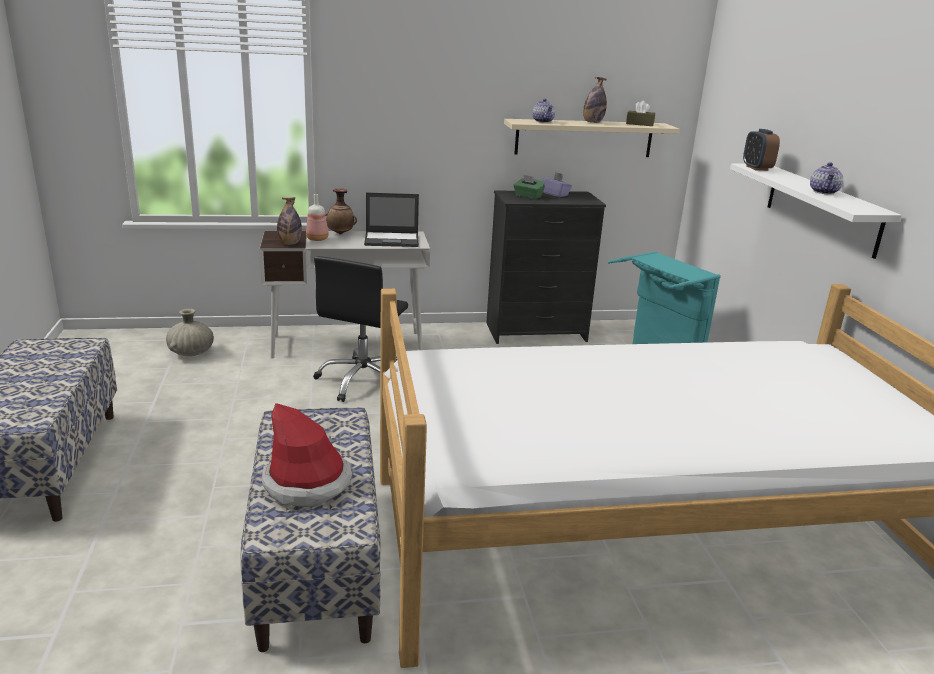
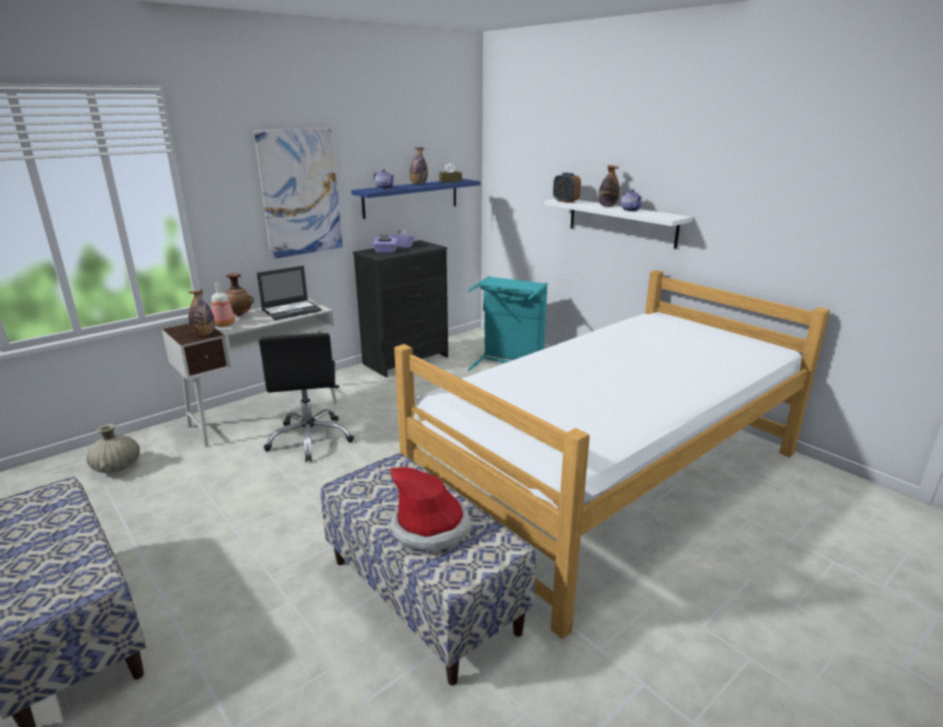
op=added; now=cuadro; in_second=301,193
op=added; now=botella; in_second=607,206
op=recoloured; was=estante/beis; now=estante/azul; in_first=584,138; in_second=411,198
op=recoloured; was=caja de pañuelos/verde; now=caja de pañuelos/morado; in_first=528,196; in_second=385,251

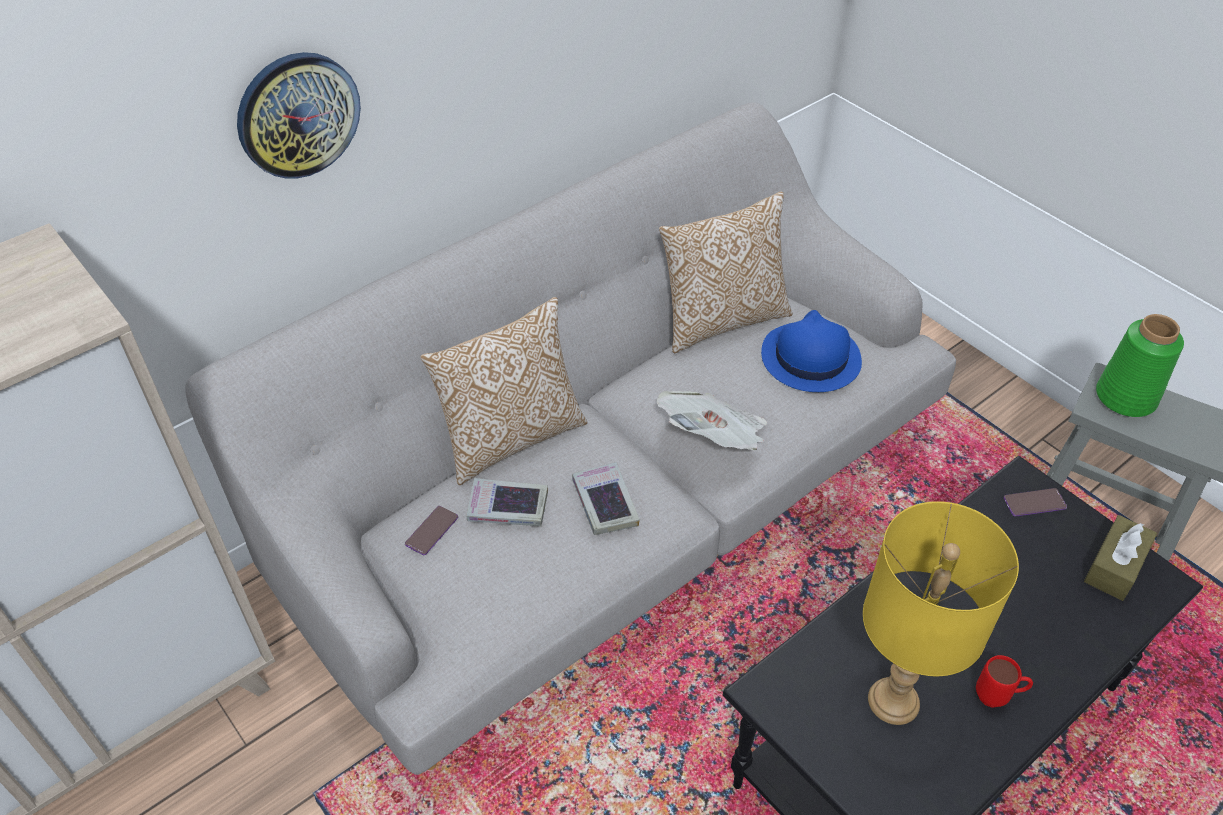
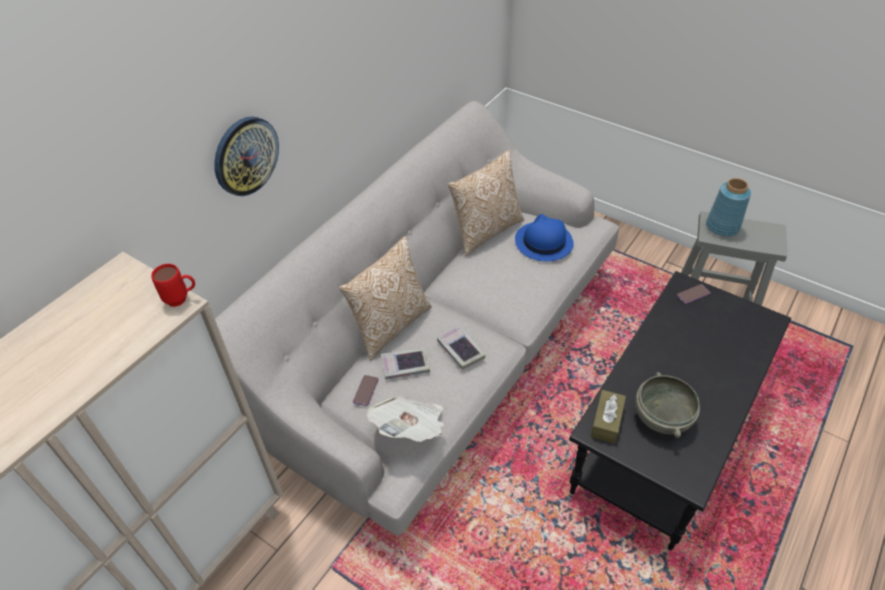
op=moved; was=periódico; in_first=714,439; in_second=410,428
op=moved; was=taza grande/rojo; in_first=998,697; in_second=182,299
op=moved; was=caja de pañuelos/marrón; in_first=1115,566; in_second=606,421
op=replaced; was=lámpara de mesa/amarillo; now=cuenco/gris; in_first=893,700; in_second=660,418
op=recoloured; was=florero/verde; now=florero/azul; in_first=1127,398; in_second=723,227

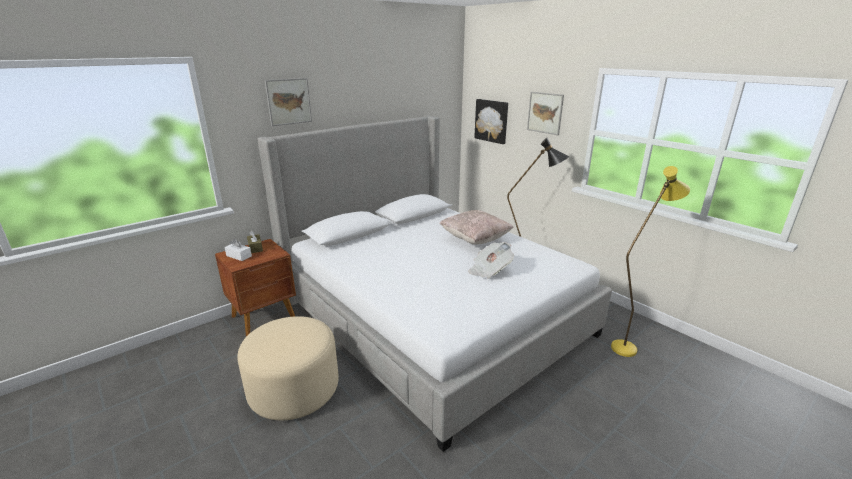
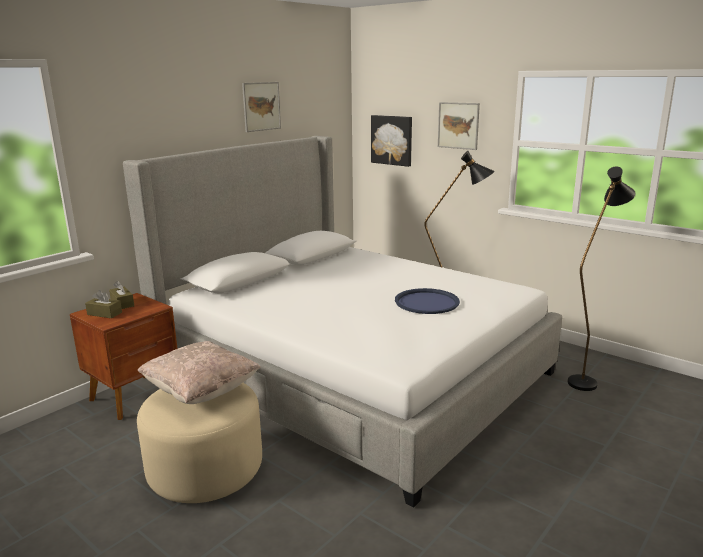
op=moved; was=cuadro; in_first=289,101; in_second=261,106
op=moved; was=cojín/beis; in_first=475,240; in_second=201,392
op=replaced; was=periódico; now=bandeja/azul; in_first=489,270; in_second=427,302
op=recoloured; was=caja de pañuelos/blanco; now=caja de pañuelos/marrón; in_first=239,256; in_second=104,313
op=recoloured; was=lámpara de pie/amarillo; now=lámpara de pie/negro; in_first=628,345; in_second=586,379

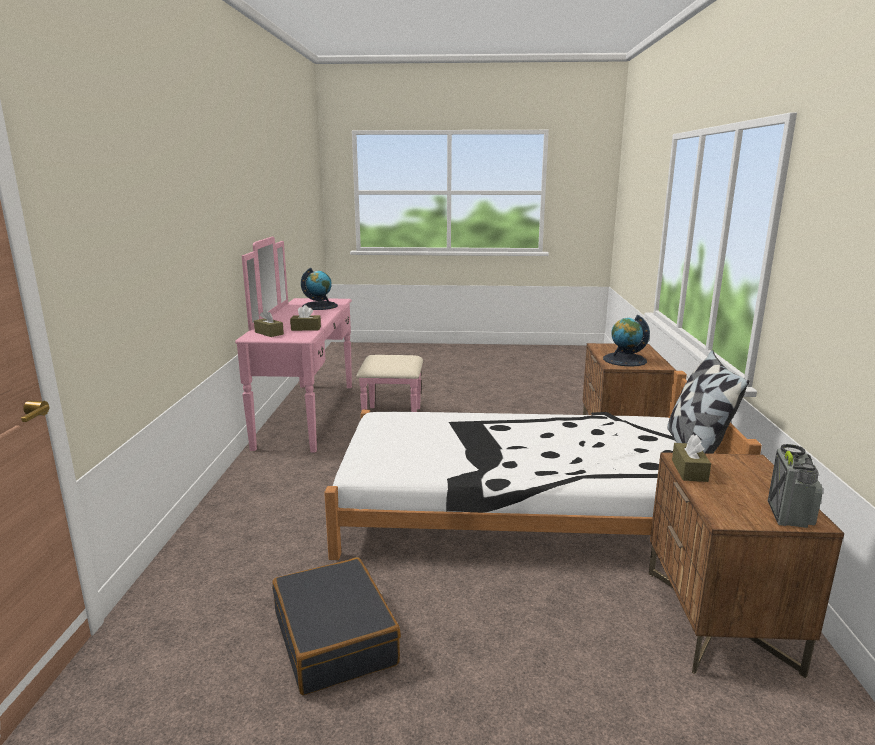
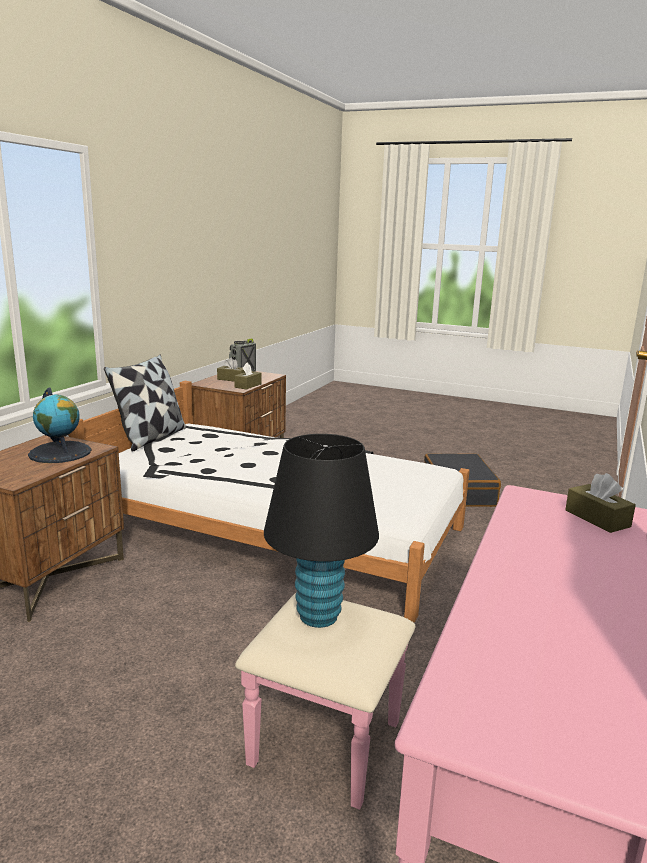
op=removed; was=globo terráqueo; in_first=320,306
op=added; now=lámpara de mesa/negro; in_second=318,616
op=moved; was=caja de pañuelos/marrón; in_first=306,328; in_second=232,379

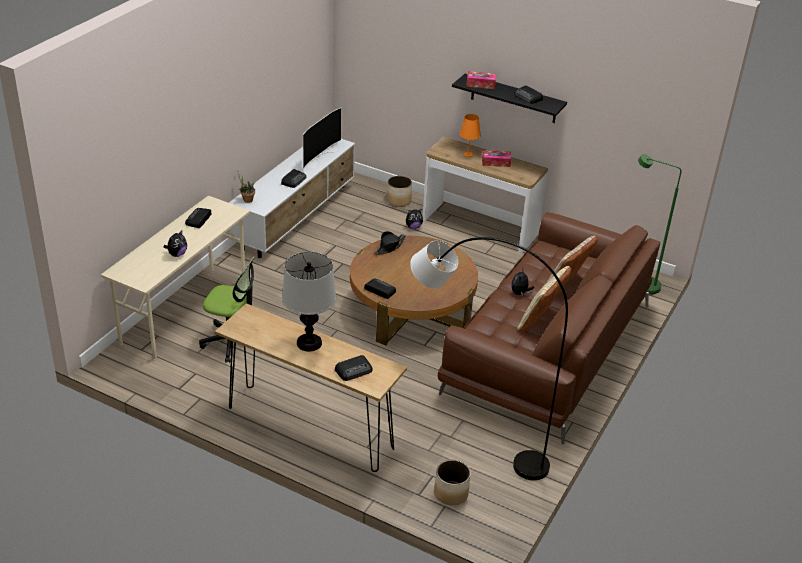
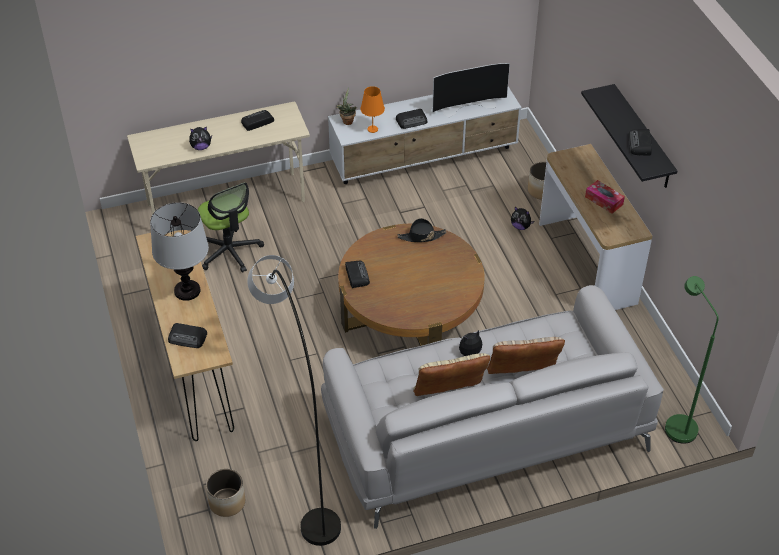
op=removed; was=caja de pañuelos; in_first=480,84
op=moved; was=lámpara de mesa/naranja; in_first=468,154; in_second=372,129
op=recoloured; was=sofá/marrón; now=sofá/gris; in_first=547,349; in_second=484,429

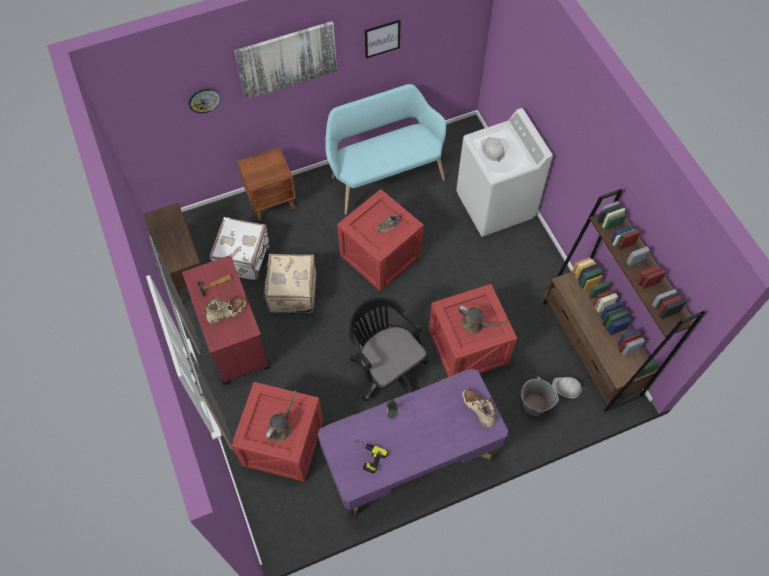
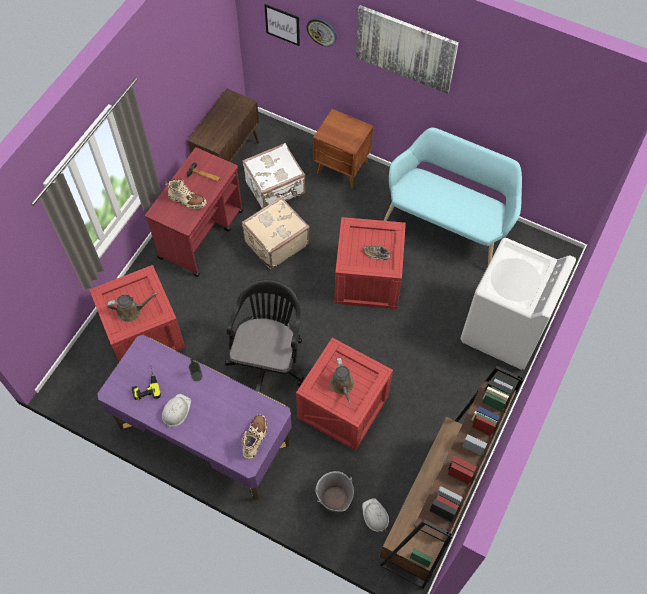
op=moved; was=cuadro; in_first=382,38; in_second=282,24
op=moved; was=casco/blanco; in_first=492,150; in_second=176,411

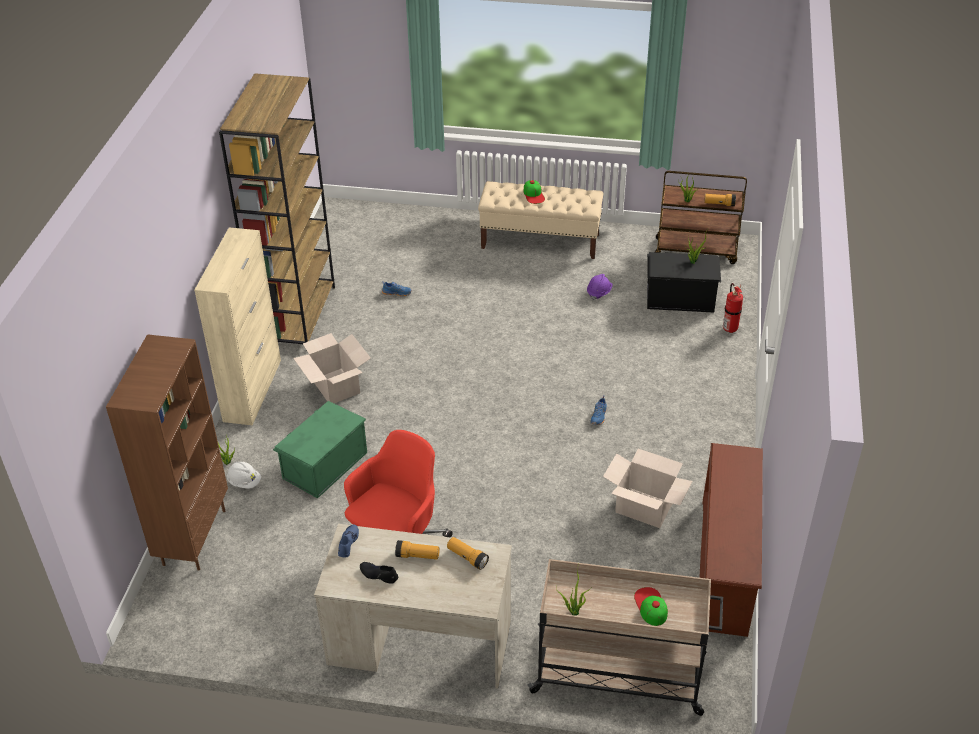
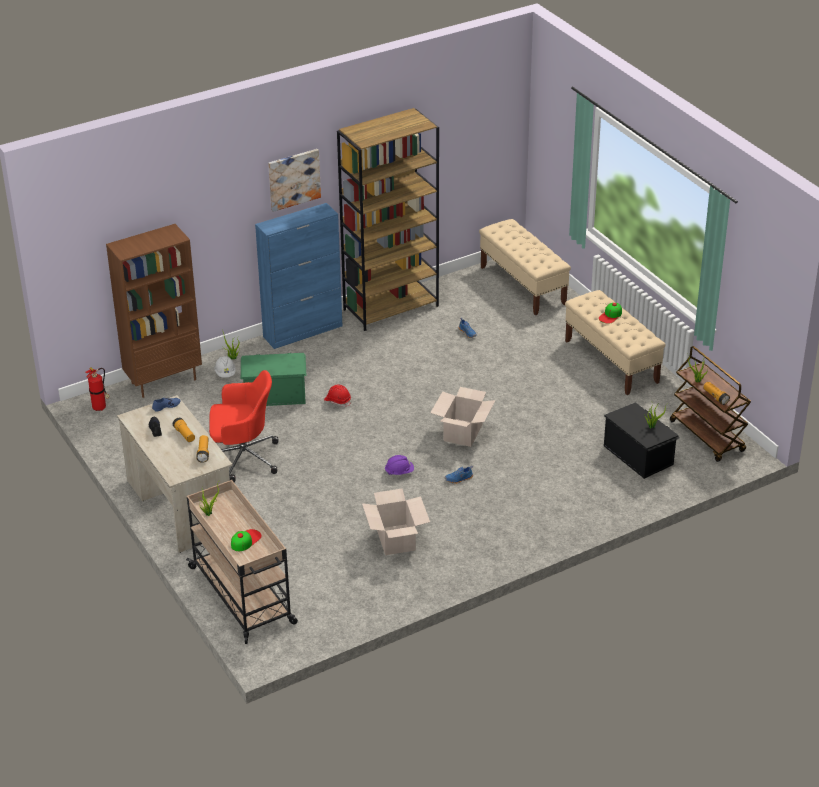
op=removed; was=zapatero/marrón; in_first=725,567
op=added; now=cuadro; in_second=293,179
op=added; now=casco/rojo; in_second=337,401
op=added; now=banco/beis; in_second=523,286
op=moved; was=caja de cartón; in_first=336,386; in_second=463,433
op=moved; was=casco/morado; in_first=599,292; in_second=399,472
op=moved; was=extintor; in_first=729,328; in_second=100,407
op=recoloured; was=armario/beis; now=armario/azul; in_first=253,390; in_second=303,331

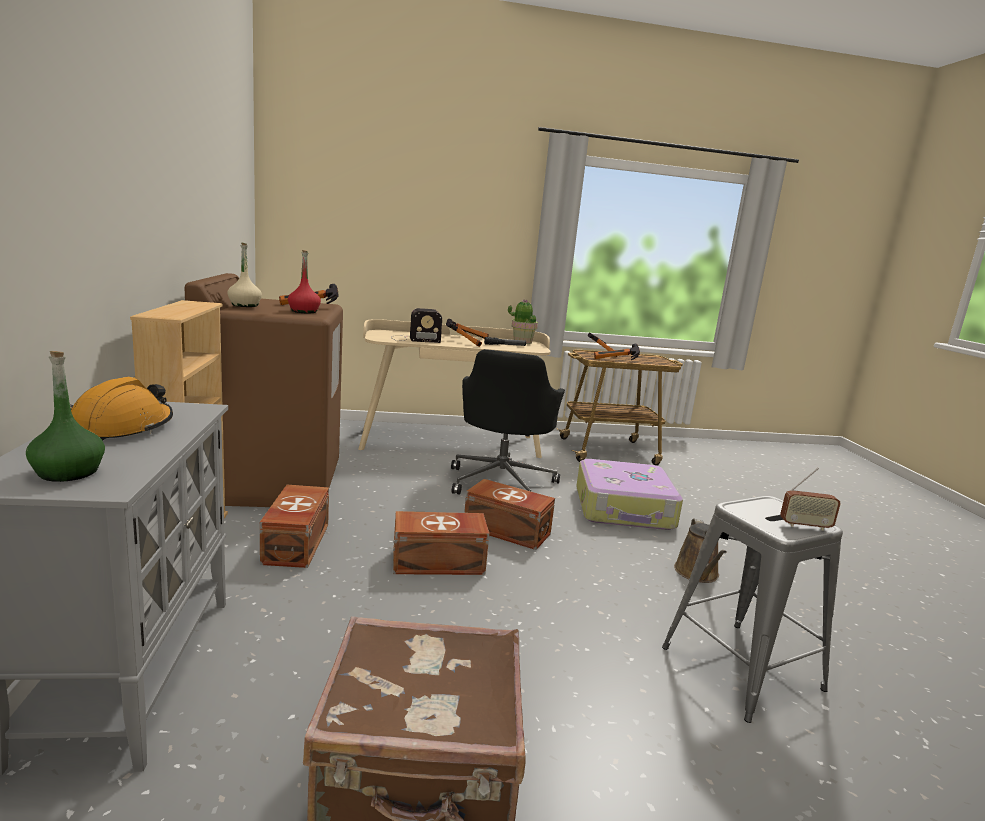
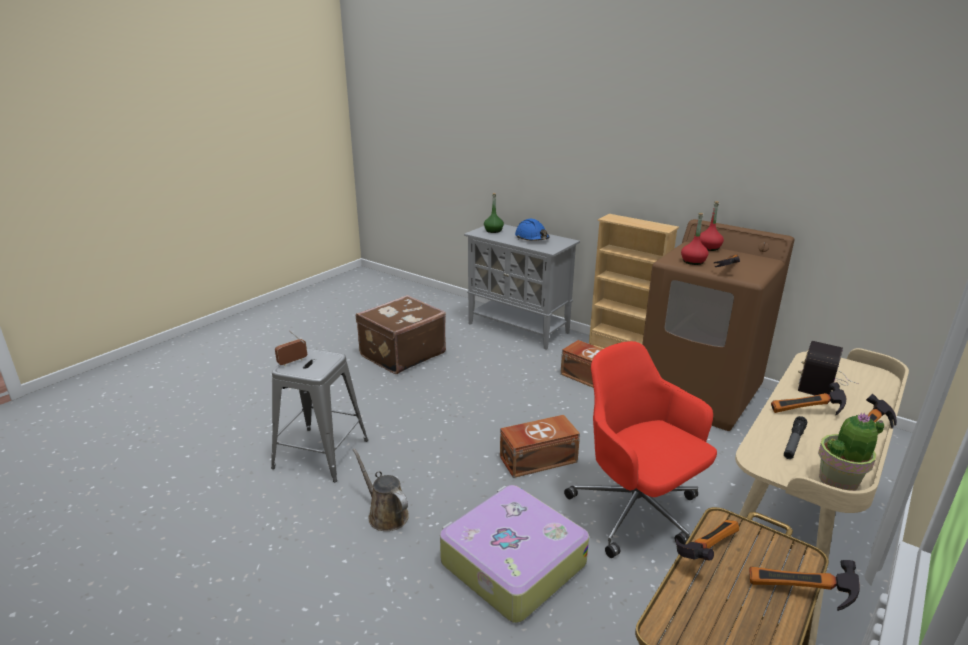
op=removed; was=caja de almacenaje/marrón; in_first=439,563
op=recoloured; was=casco/naranja; now=casco/azul; in_first=122,428; in_second=532,238
op=recoloured; was=botella/beis; now=botella/rojo; in_first=245,305; in_second=709,248
op=recoloured; was=silla de oficina/negro; now=silla de oficina/rojo; in_first=502,482; in_second=636,512

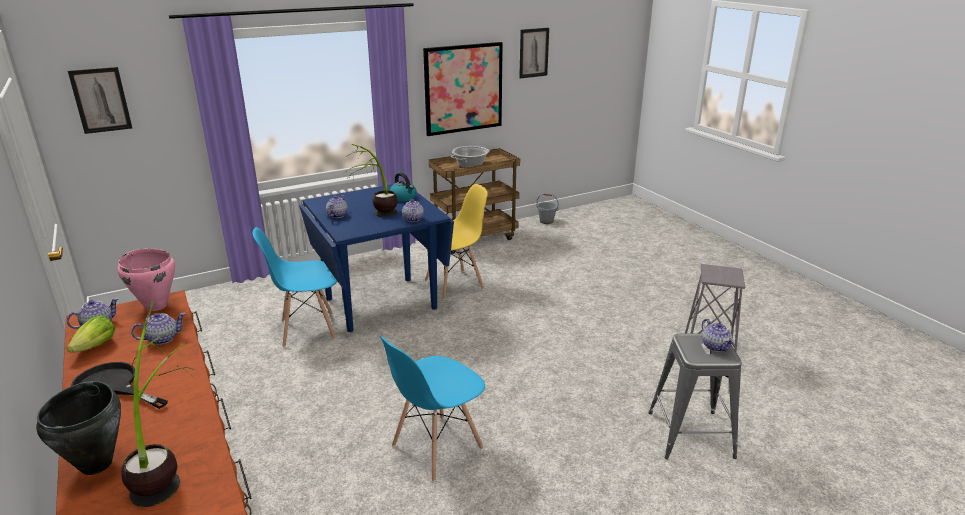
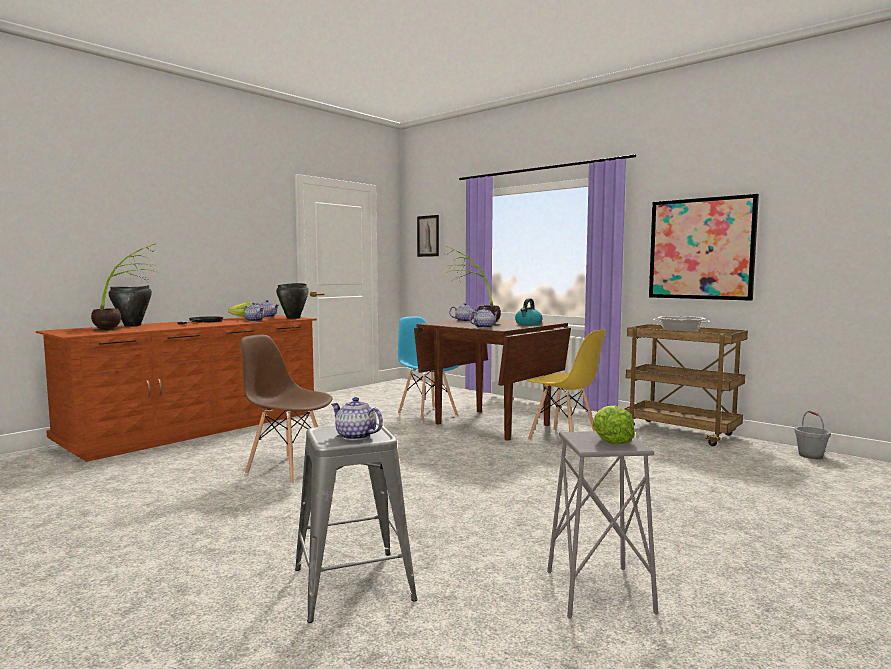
op=removed; was=cuadro; in_first=533,53
op=added; now=lechuga; in_second=611,440
op=recoloured; was=olla/rosa; now=olla/negro; in_first=156,305; in_second=293,318
op=recoloured; was=mesa de comedor/azul; now=mesa de comedor/marrón; in_first=381,304; in_second=491,424
op=recoloured; was=silla/azul; now=silla/marrón; in_first=436,447; in_second=289,469
op=turned; was=tetera; in_first=715,346; in_second=355,436; clockwise=75

